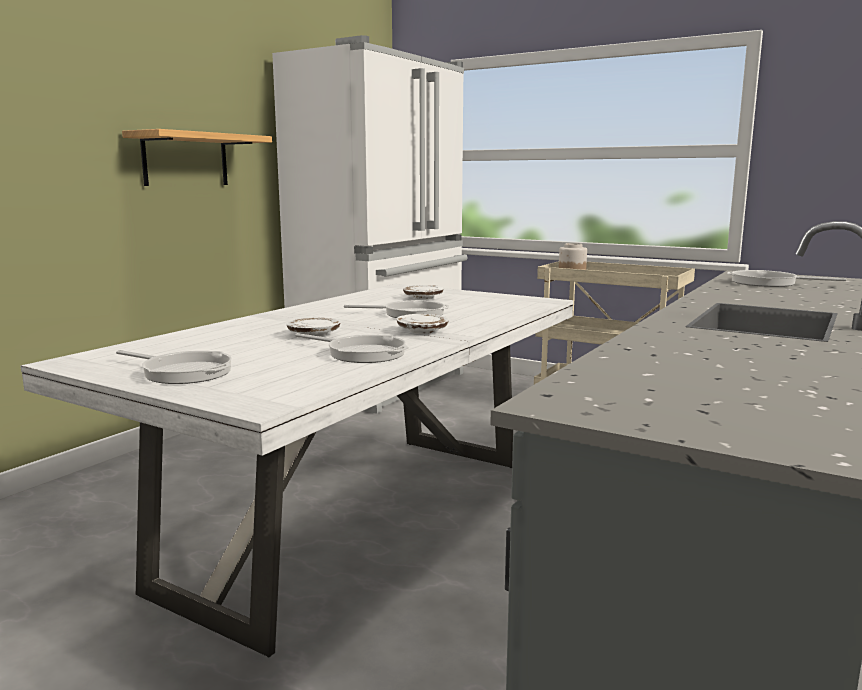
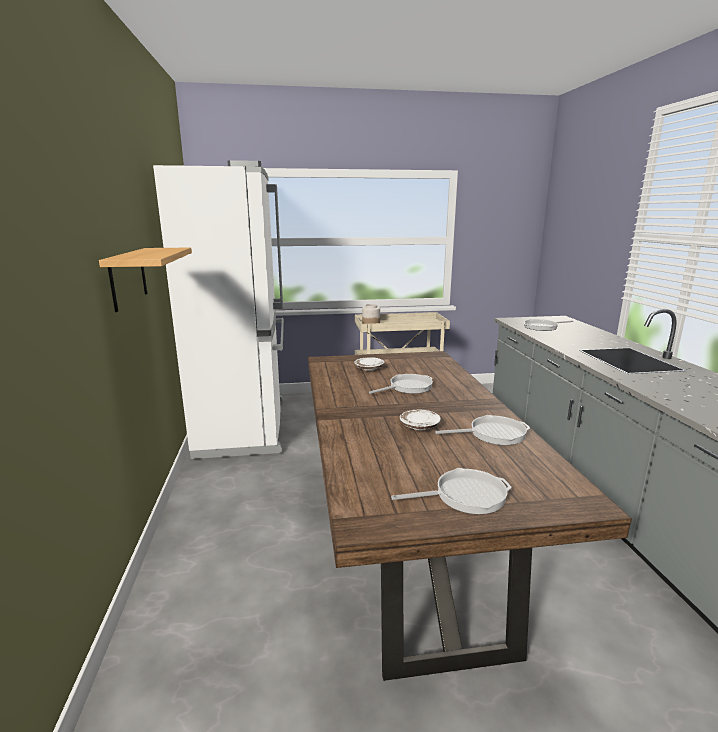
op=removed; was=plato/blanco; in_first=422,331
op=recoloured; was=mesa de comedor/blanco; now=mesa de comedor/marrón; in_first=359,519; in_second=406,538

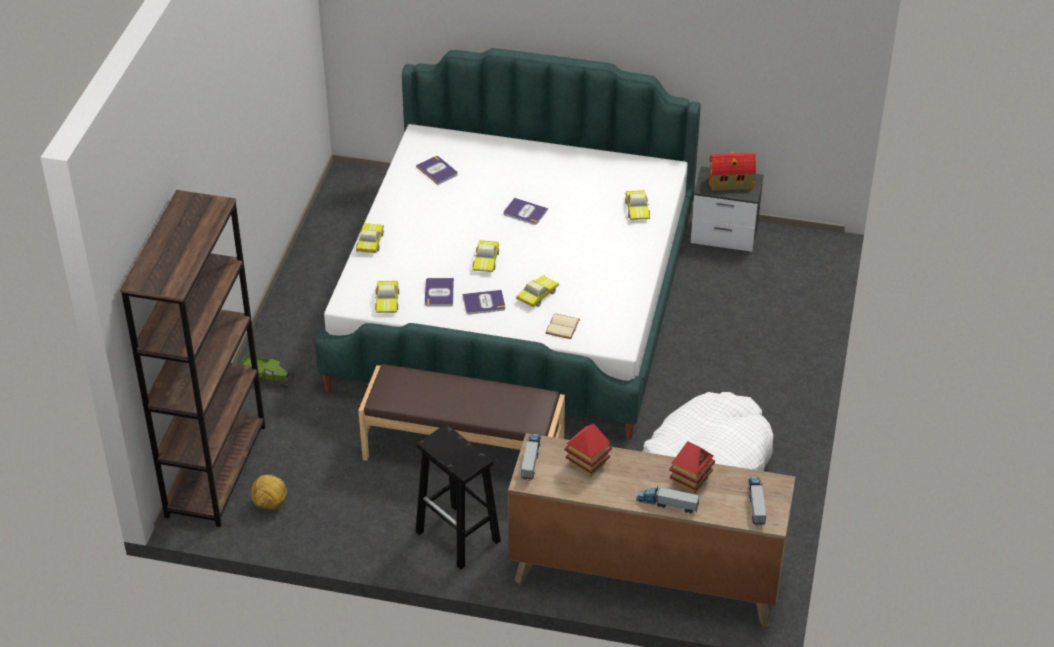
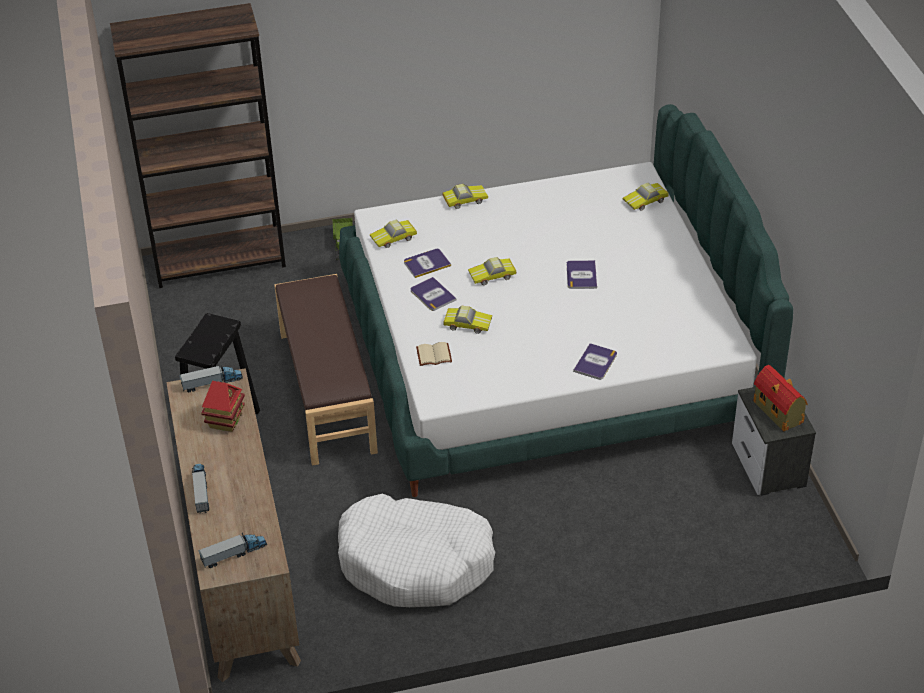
op=removed; was=balón de fútbol; in_first=270,504
op=removed; was=casita; in_first=690,481
op=moved; was=libro; in_first=437,170; in_second=595,362
op=moved; was=coche de juguete; in_first=638,209; in_second=646,201

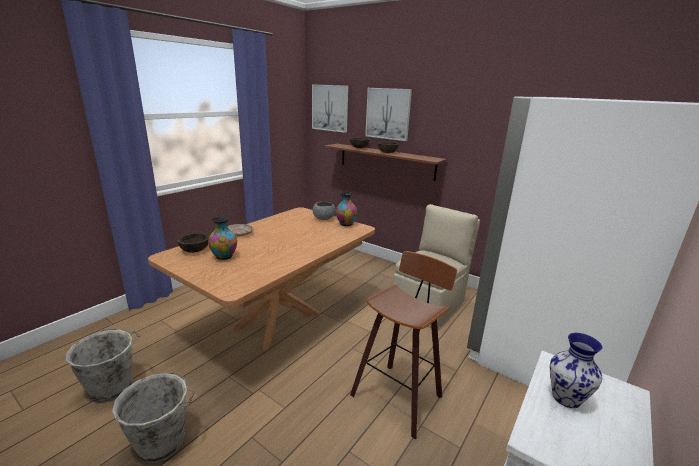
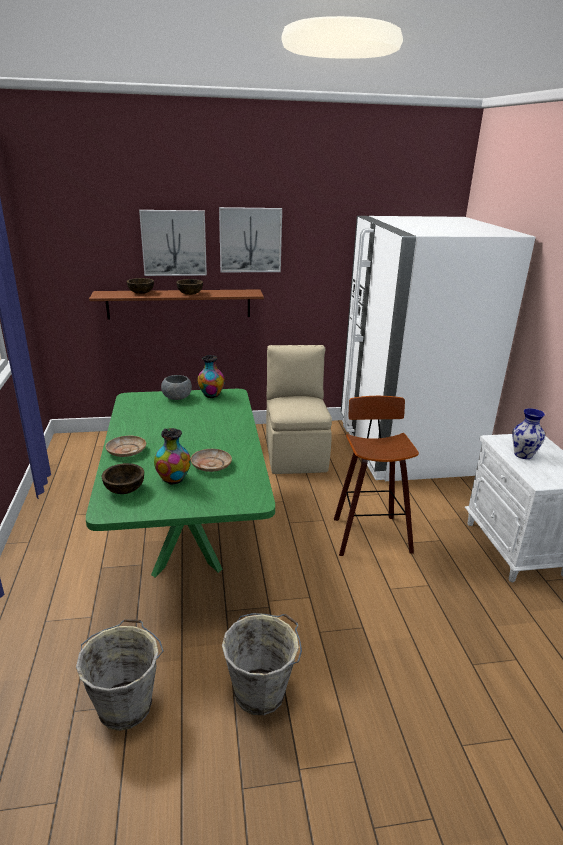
op=added; now=plato/beis; in_second=211,465
op=moved; was=cuadro; in_first=330,108; in_second=250,240
op=recoloured; was=mesa de comedor/marrón; now=mesa de comedor/verde; in_first=278,321; in_second=187,540

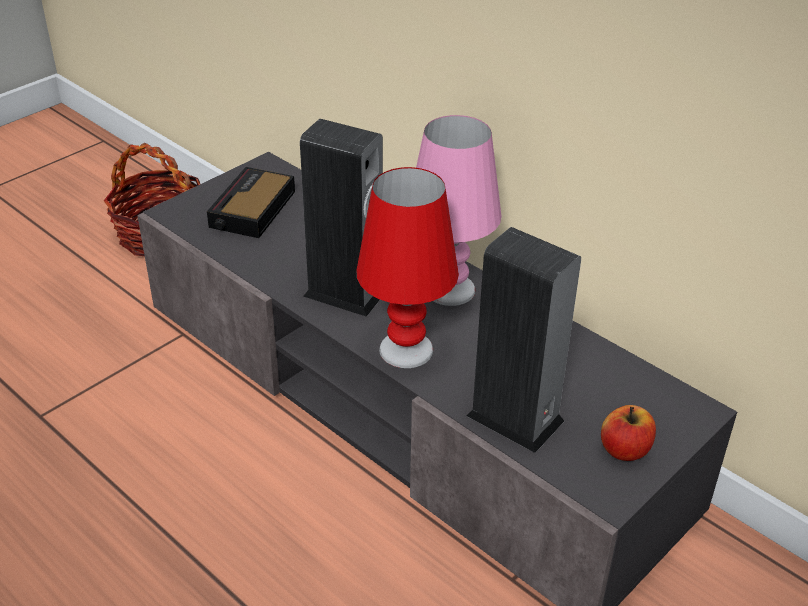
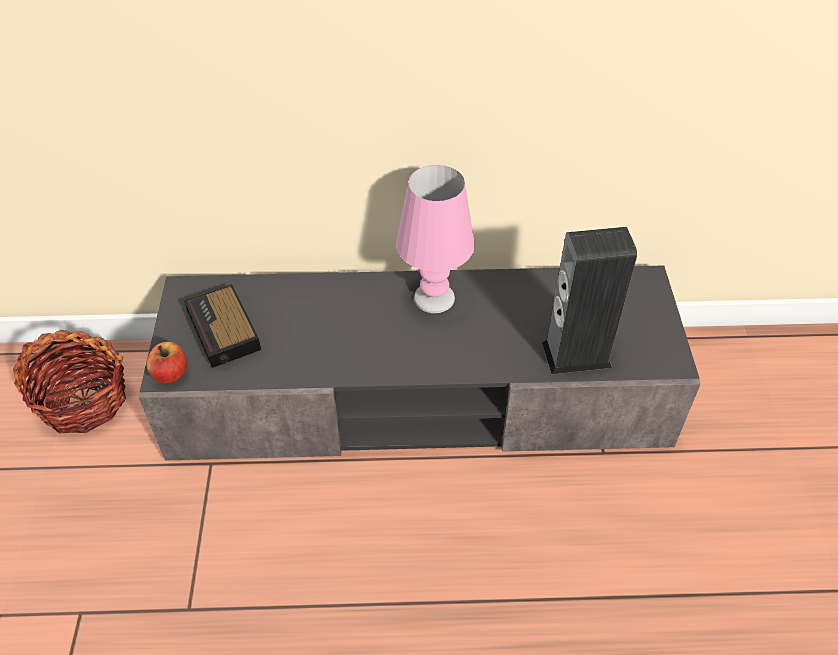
op=removed; was=altavoz; in_first=345,292
op=removed; was=lámpara de mesa/rojo; in_first=406,349
op=moved; was=manzana; in_first=625,449; in_second=171,374

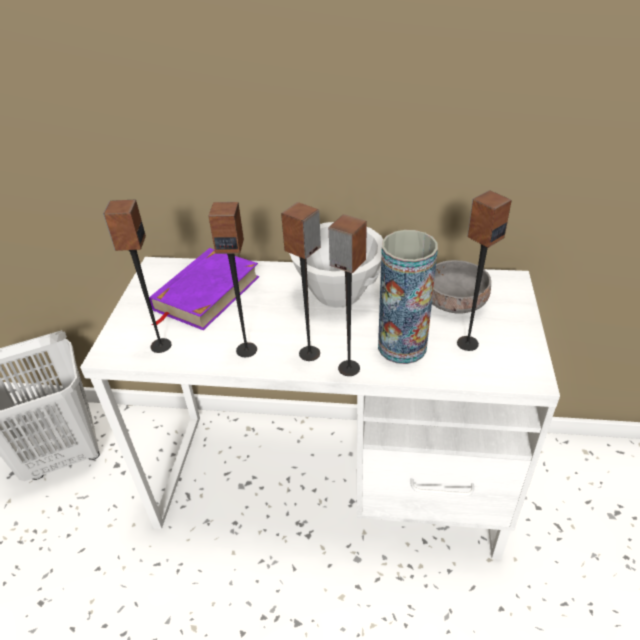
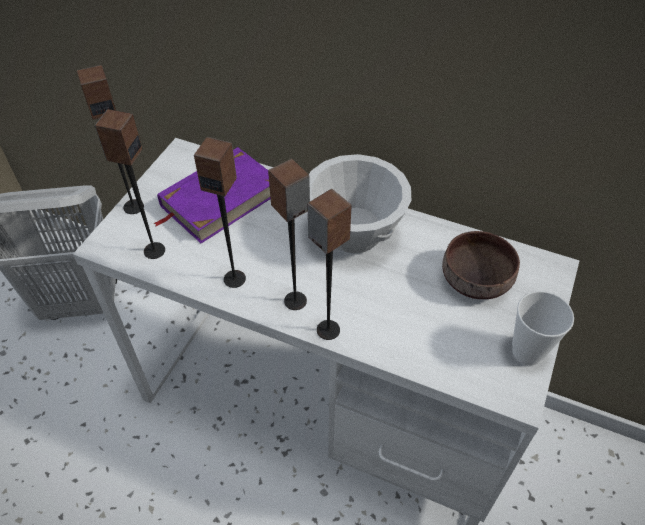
op=removed; was=florero; in_first=402,346
op=added; now=taza; in_second=527,352
op=moved; was=altavoz; in_first=467,343; in_second=133,206
op=recoloured; was=cuenco/gris; now=cuenco/marrón; in_first=454,300; in_second=476,277

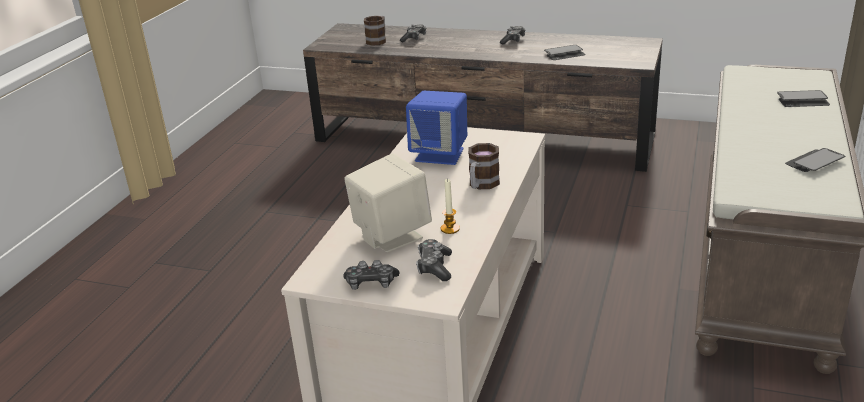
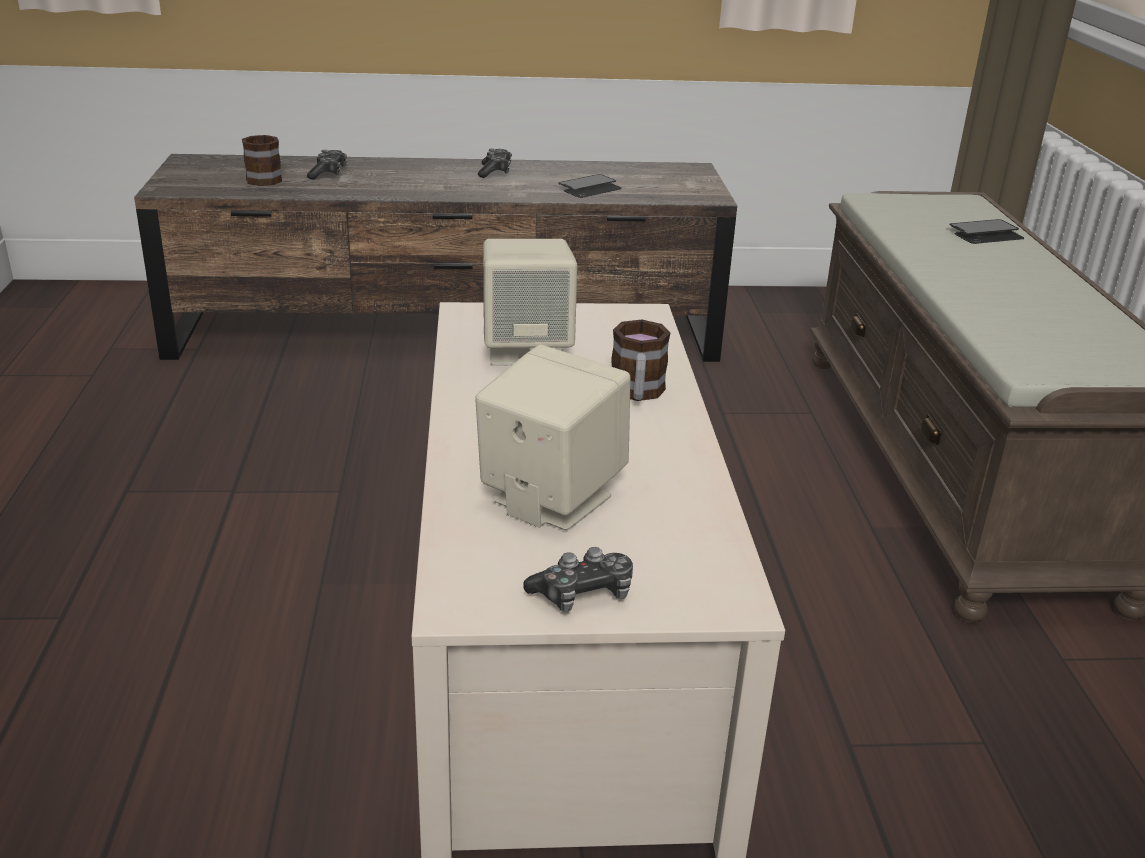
op=removed; was=mando de consola; in_first=434,267
op=removed; was=vela; in_first=450,229
op=removed; was=móvil; in_first=814,162
op=recoloured; was=altavoz/azul; now=altavoz/beis; in_first=440,155; in_second=527,350

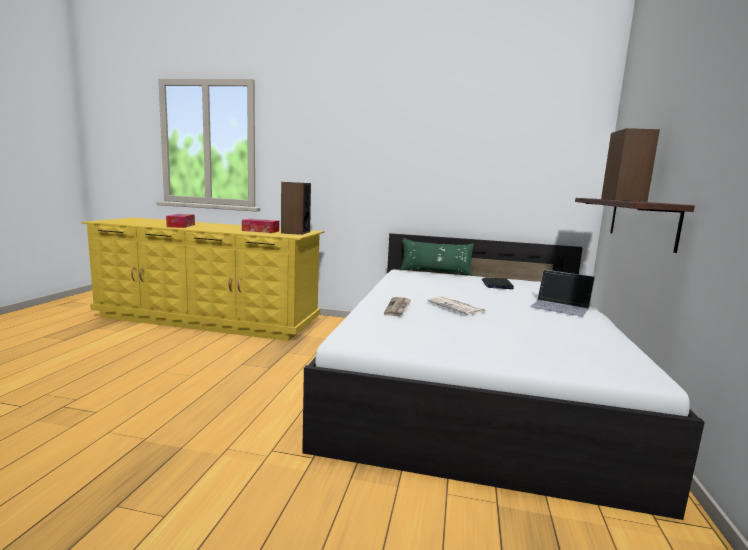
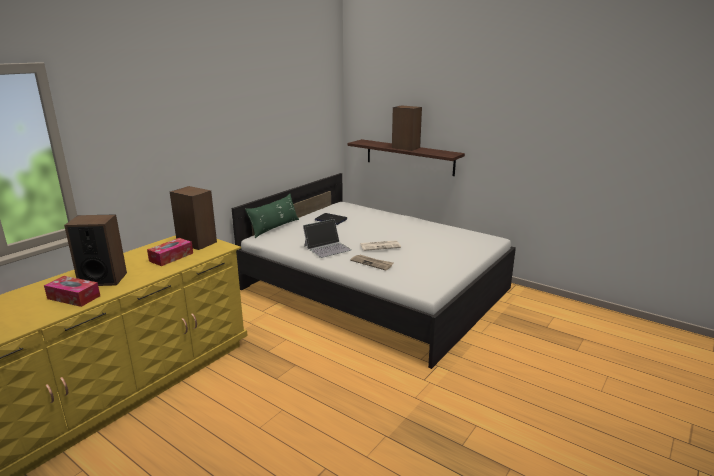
op=added; now=altavoz; in_second=103,279
op=moved; was=portátil; in_first=560,306; in_second=327,248

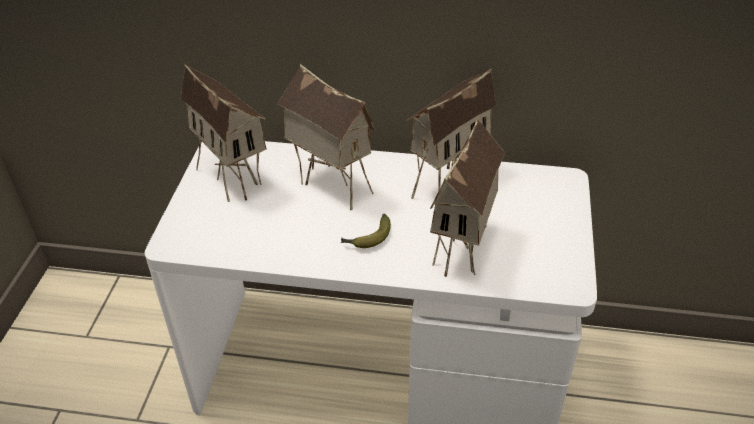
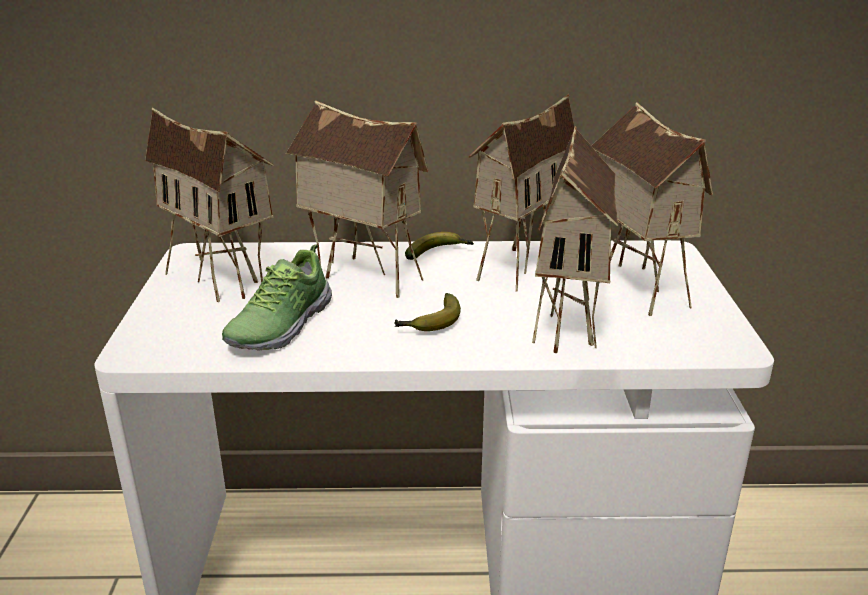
op=added; now=zapato; in_second=279,325
op=added; now=plátano; in_second=438,253
op=added; now=casita; in_second=634,287

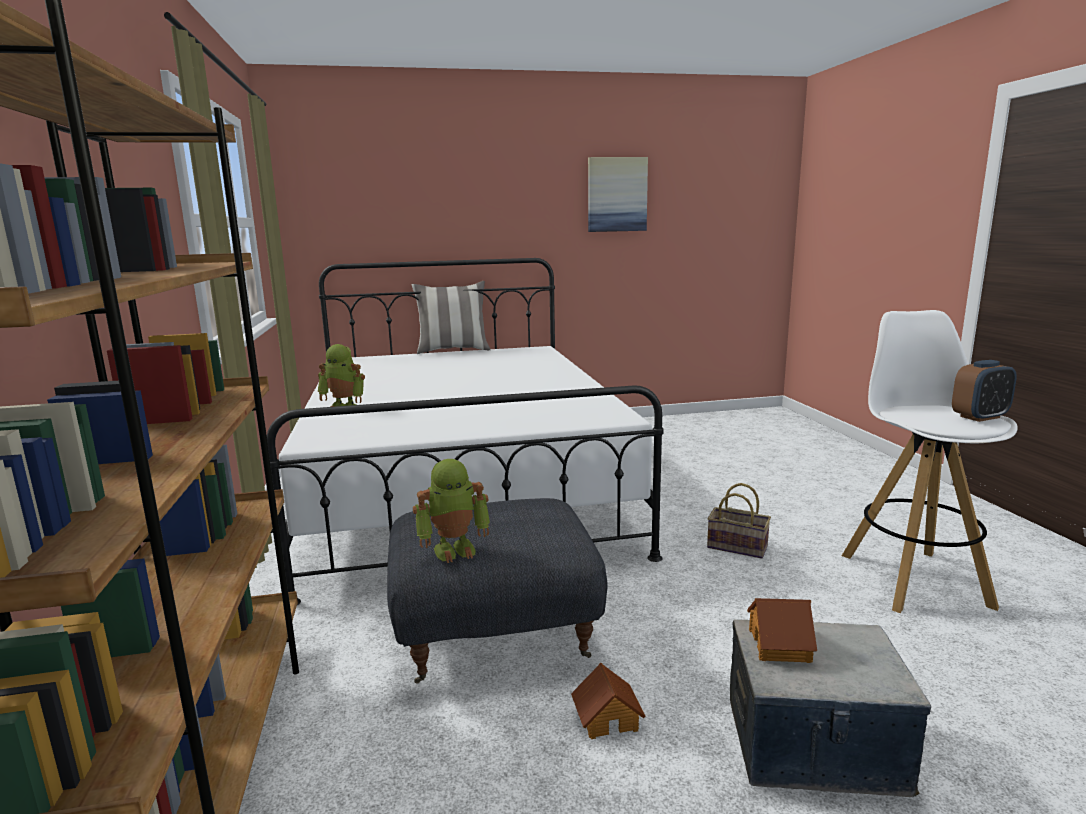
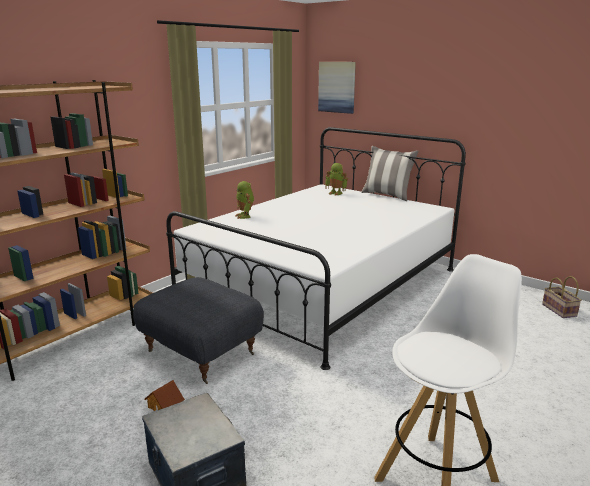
op=removed; was=casita; in_first=780,645
op=removed; was=despertador; in_first=980,417
op=moved; was=robot de juguete; in_first=454,549; in_second=336,193
op=moved; was=cuadro; in_first=617,194; in_second=337,87
op=moved; was=cesta; in_first=739,547; in_second=560,310

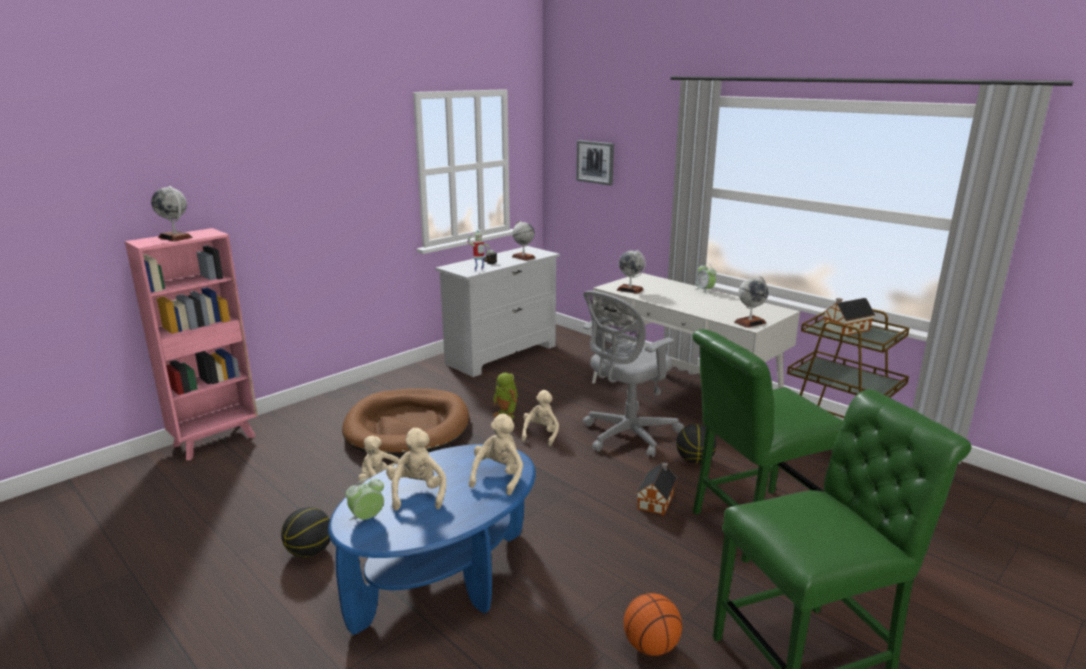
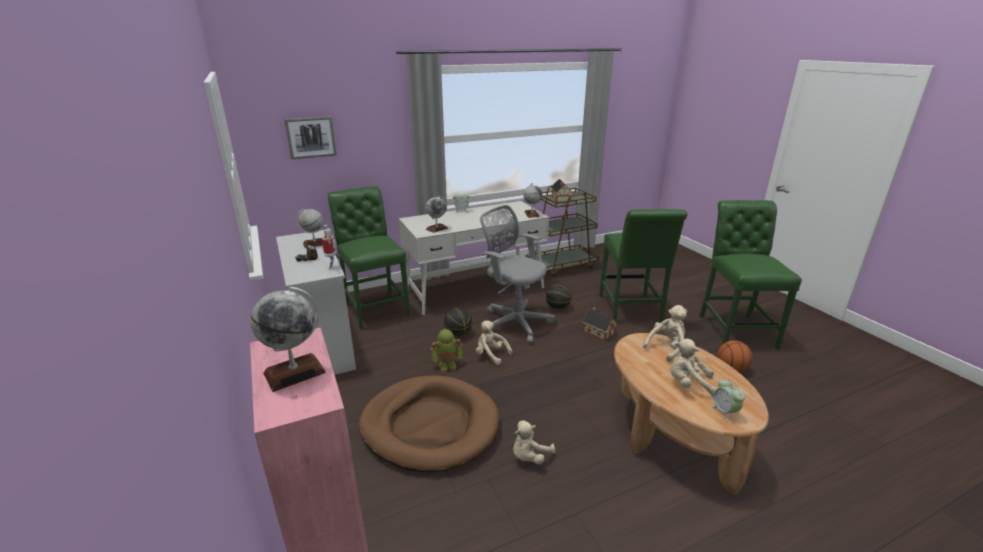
op=added; now=silla/verde; in_second=375,307
op=moved; was=balón de baloncesto; in_first=310,552; in_second=458,333
op=recoloured; was=mesa de centro/azul; now=mesa de centro/marrón; in_first=443,579; in_second=671,437
op=turned; was=peluche/beis; in_first=498,476; in_second=666,347; clockwise=105
op=turned; was=silla de oficina/gris; in_first=626,436; in_second=514,321; clockwise=150

